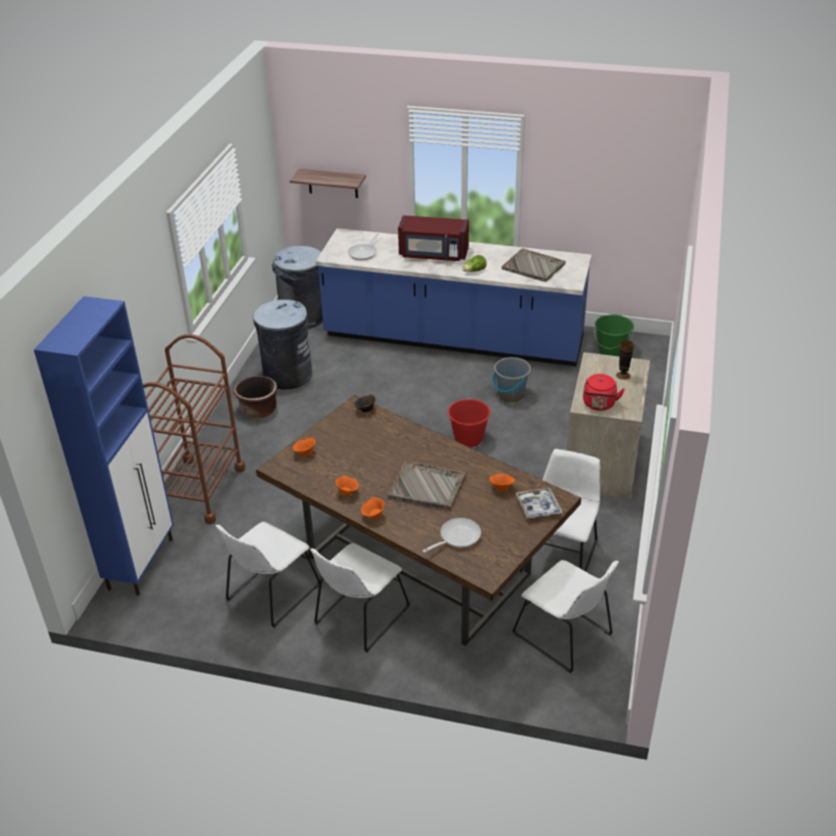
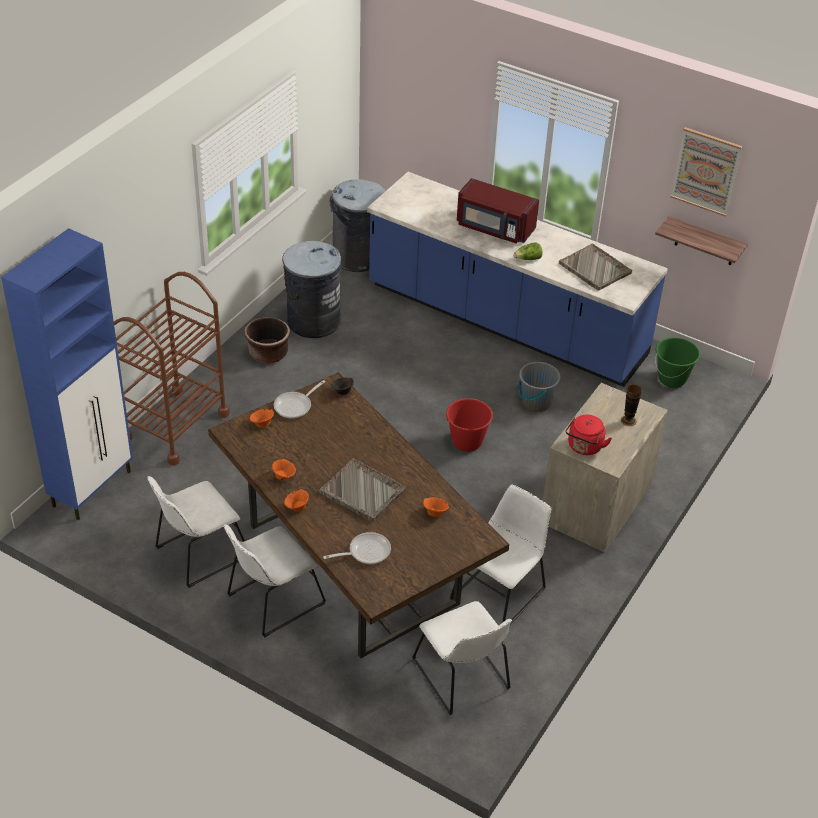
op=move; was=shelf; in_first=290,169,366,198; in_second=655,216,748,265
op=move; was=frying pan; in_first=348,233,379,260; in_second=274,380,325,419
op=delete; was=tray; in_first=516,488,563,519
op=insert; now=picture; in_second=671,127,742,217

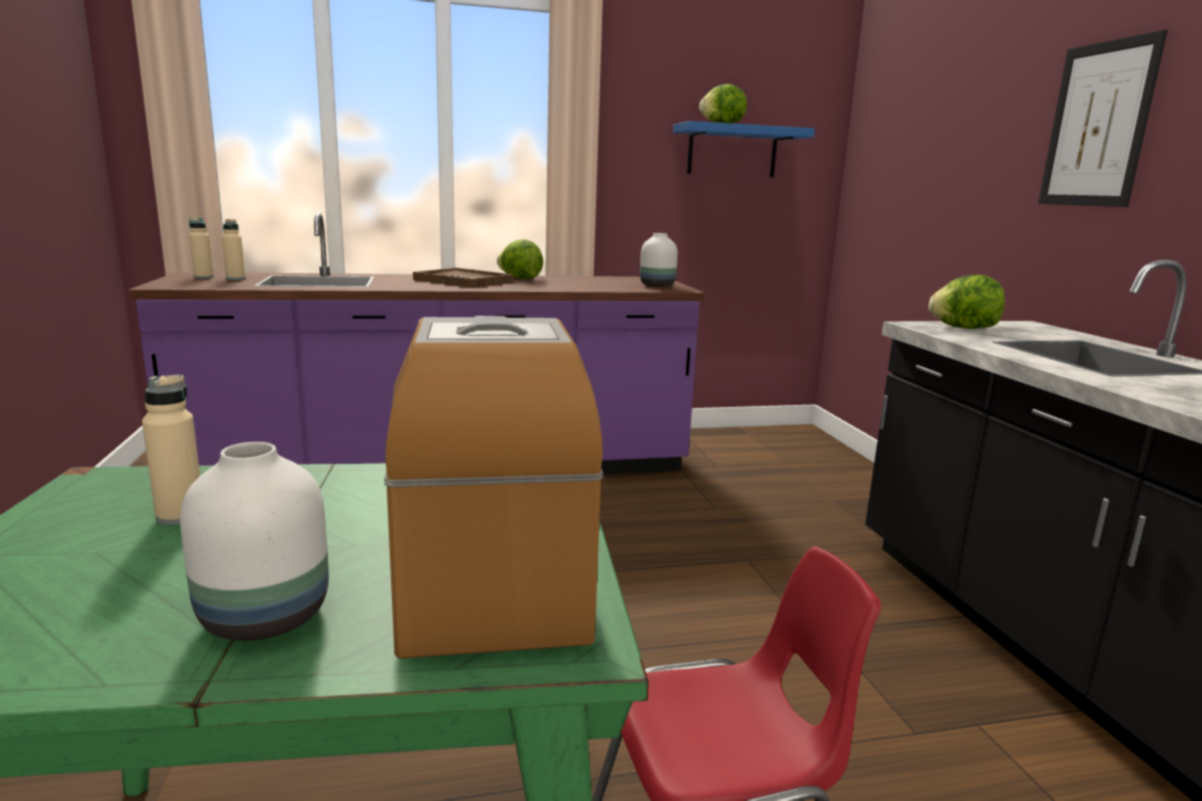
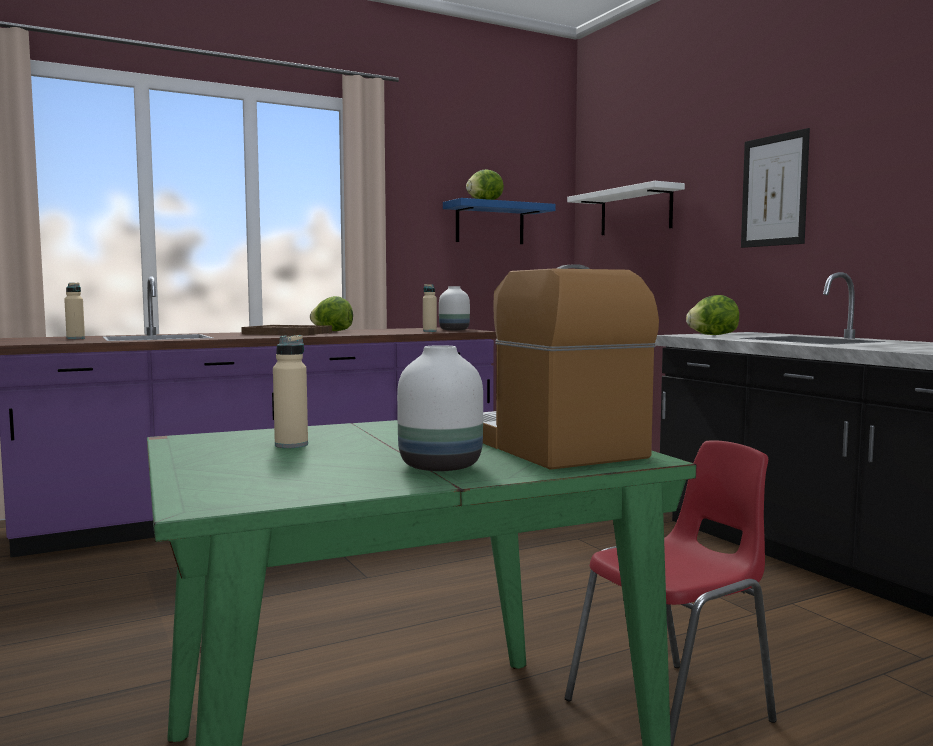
op=move; was=beige bottle; in_first=189,218,213,279; in_second=423,284,437,332
op=insert; now=white shelf; in_second=567,181,685,235

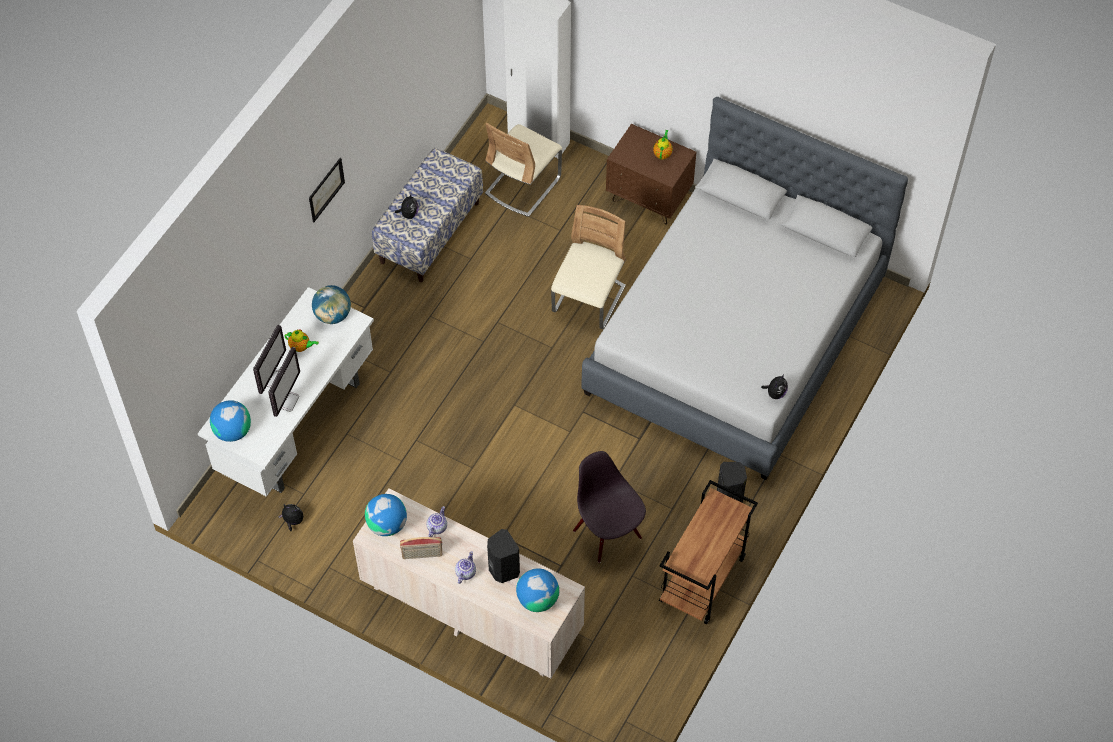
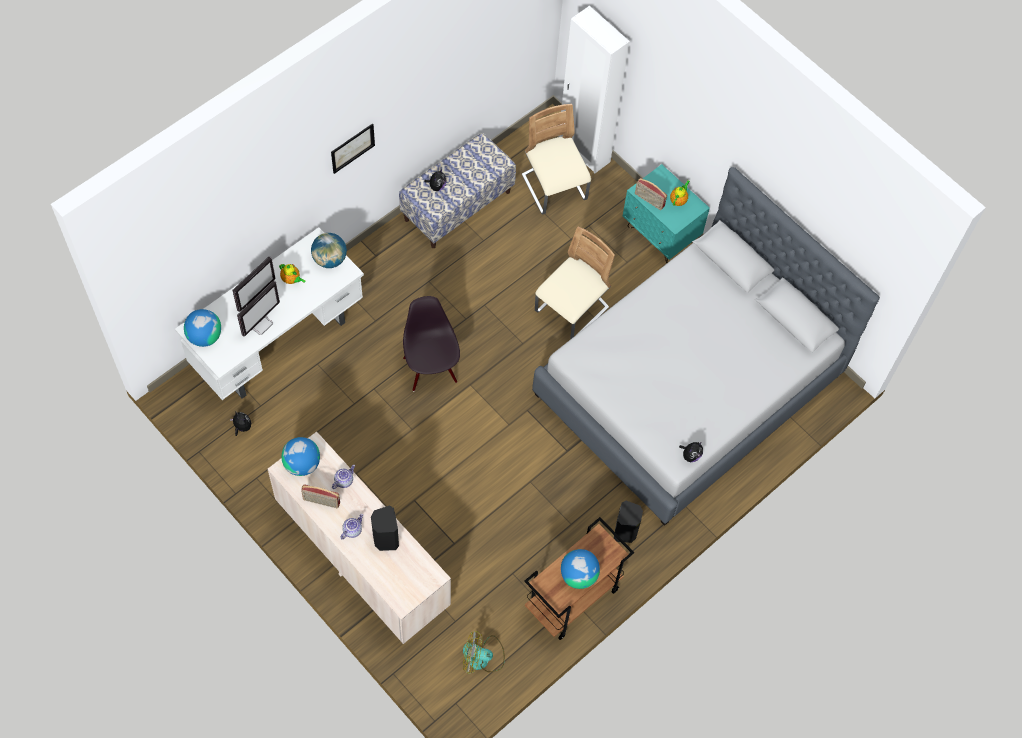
op=rotate; was=beige chair; in_first=485,122,562,217; in_second=522,104,591,214; clockwise=105
op=recolor; was=brown nightstand; now=turquoise nightstand; in_first=606,124,696,225; in_second=623,164,710,263
op=move; was=black chair; in_first=573,451,646,563; in_second=403,296,460,391
op=move; was=globe; in_first=516,568,559,612; in_second=561,549,600,589
op=insert; now=radio; in_second=635,178,667,210
op=insert; now=fan; in_second=463,631,505,674

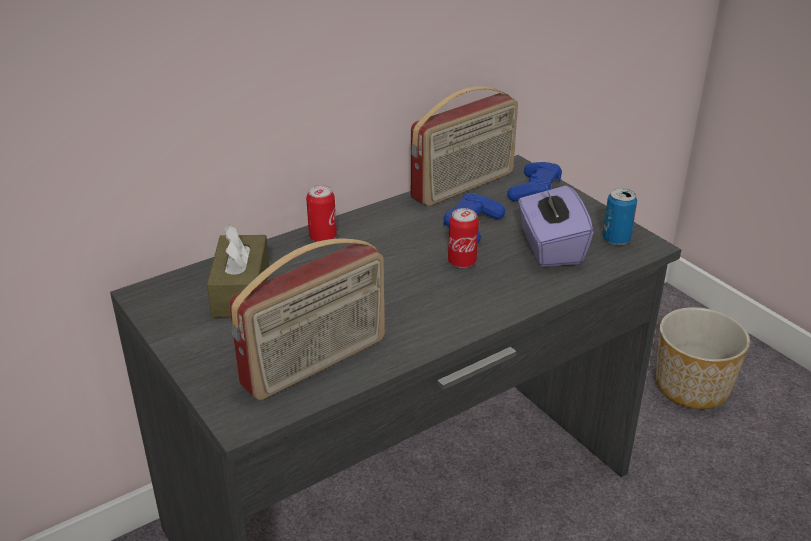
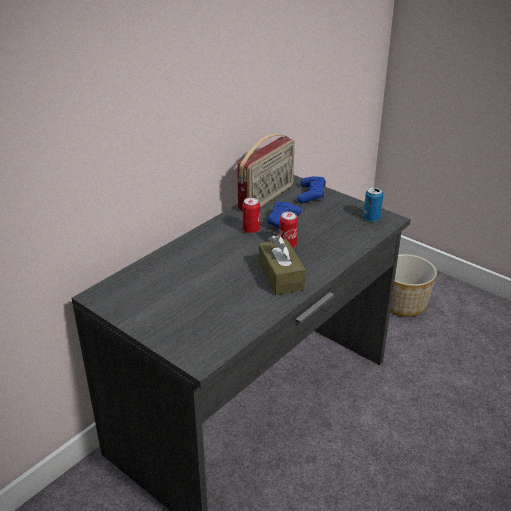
op=delete; was=purple tissue box; in_first=518,180,594,267
op=move; was=can; in_first=306,185,337,242; in_second=242,197,260,234
op=move; was=brown tissue box; in_first=207,224,269,317; in_second=259,235,306,295
op=delete; was=radio; in_first=229,239,385,400

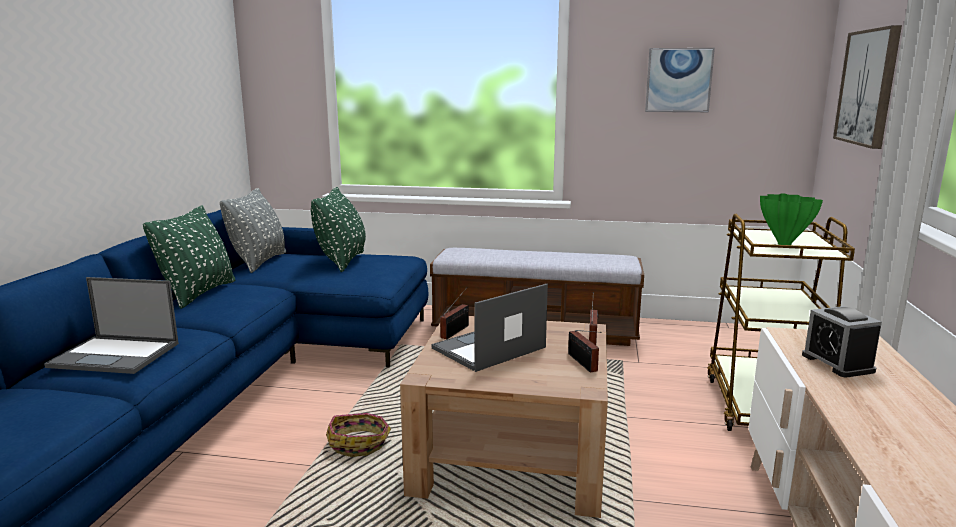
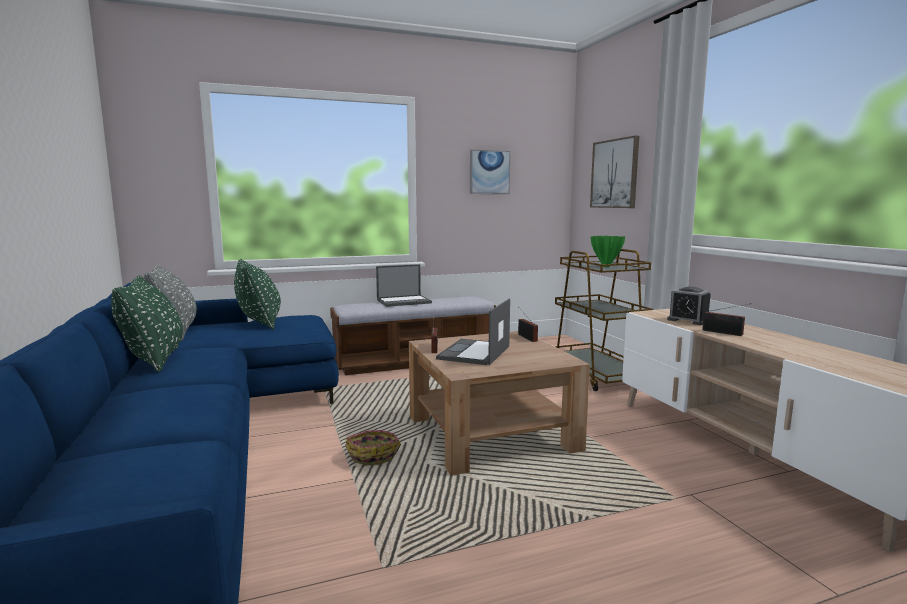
op=move; was=laptop; in_first=44,277,179,374; in_second=376,264,432,307
op=move; was=radio; in_first=568,330,601,372; in_second=702,303,751,336

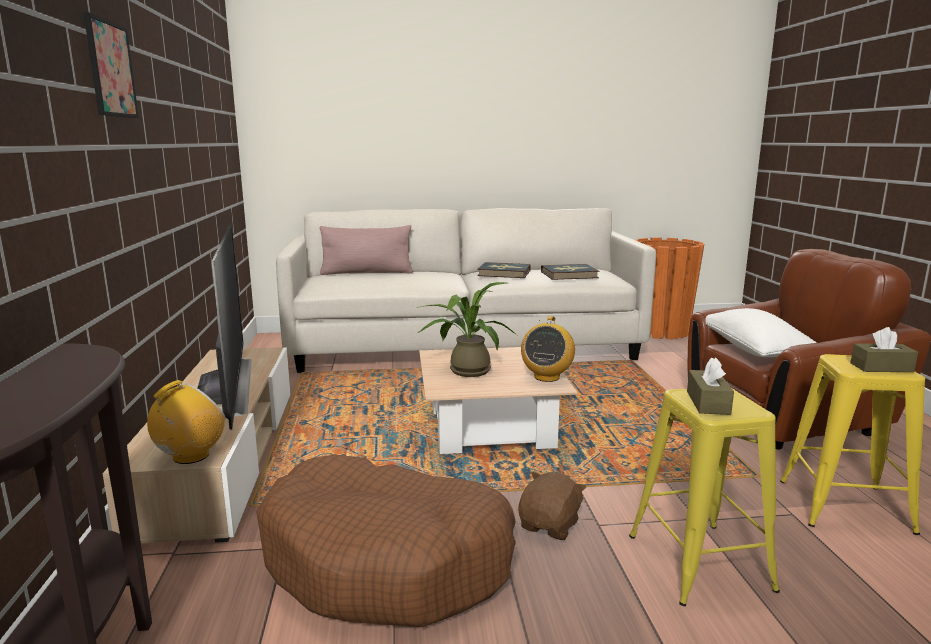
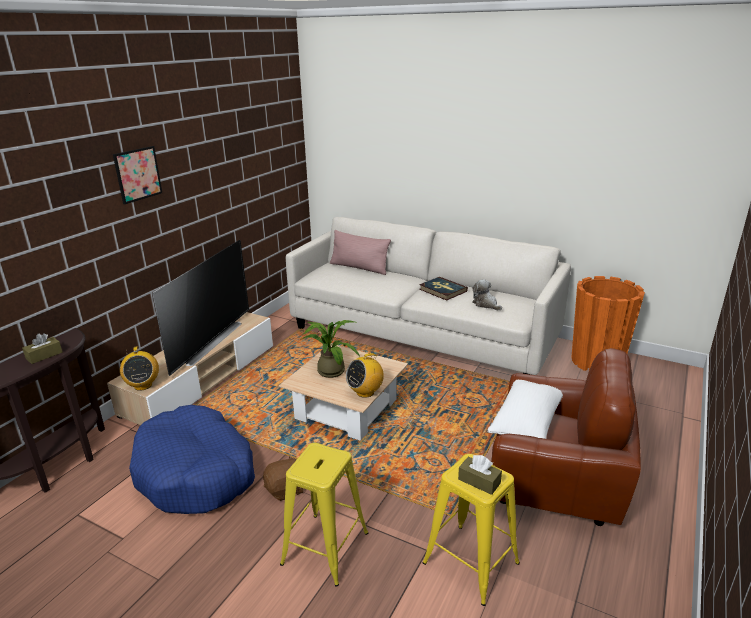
op=replace; was=book; now=plush toy; in_first=541,264,599,280; in_second=472,279,502,310
op=move; was=brown tissue box; in_first=687,357,734,415; in_second=22,333,63,364
op=rotate; was=radio; in_first=147,380,226,464; in_second=120,346,159,391; clockwise=90
op=recolor; was=brown dog bed; now=blue dog bed; in_first=256,455,516,627; in_second=129,405,255,514

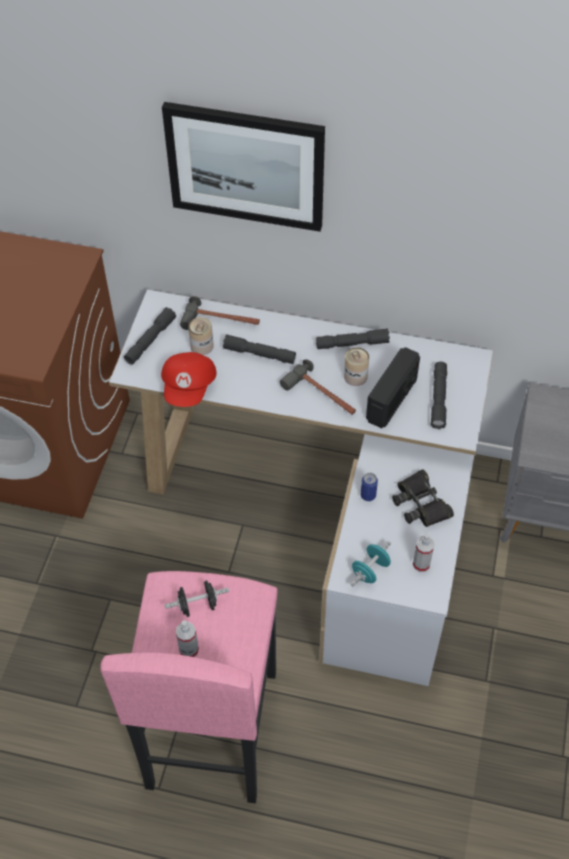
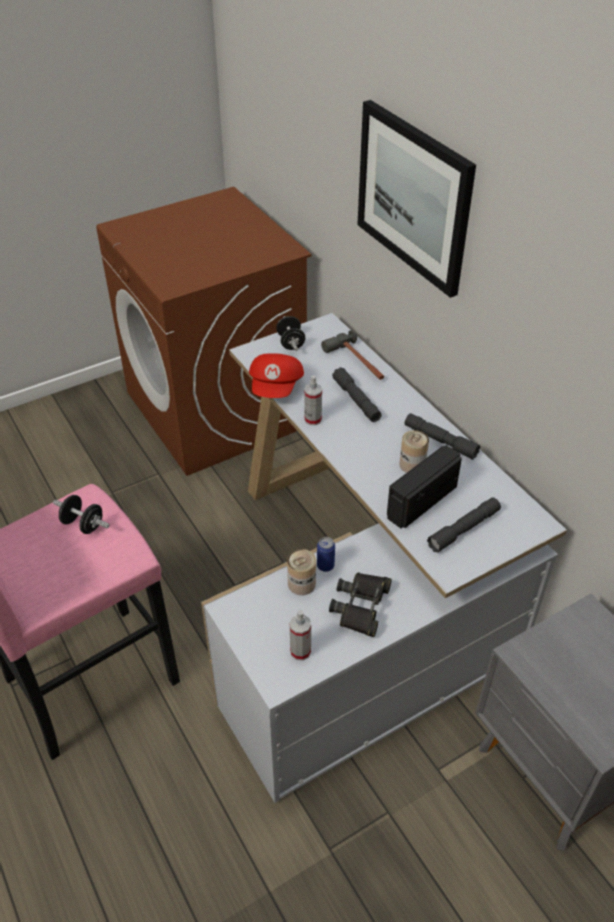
op=replace; was=grey flashlight; now=black dumbbell; in_first=124,307,176,365; in_second=276,316,305,351
op=move; was=can; in_first=188,317,214,355; in_second=287,549,316,595
op=rotate; was=radio; in_first=366,347,420,428; in_second=387,445,462,528; clockwise=150
op=rotate; was=red cap; in_first=161,352,217,407; in_second=249,354,304,398; clockwise=-45
op=delete; was=hammer; in_first=280,359,356,415
op=delete; was=turquoise dumbbell; in_first=351,541,391,586
op=move; was=spray bottle; in_first=176,620,199,657; in_second=304,376,322,425

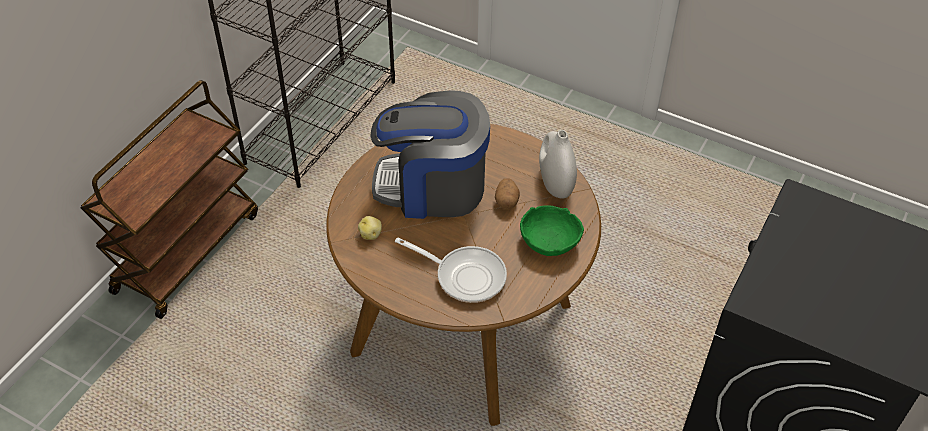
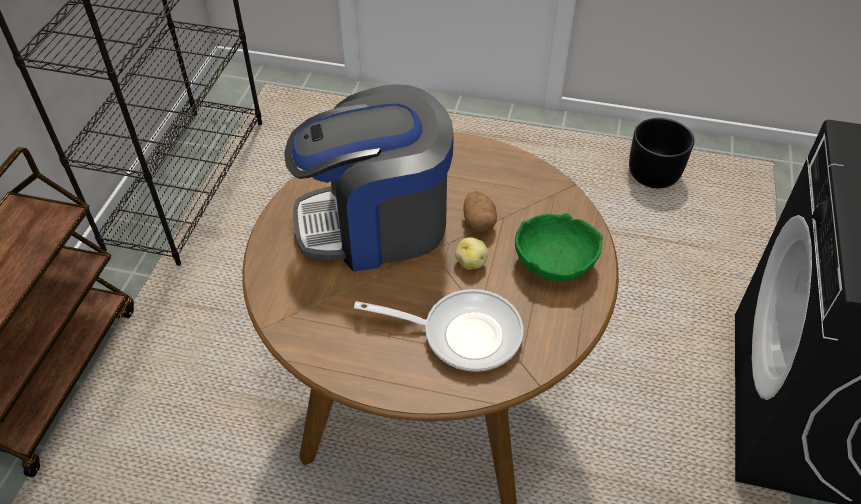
op=delete; was=white vase; in_first=539,130,577,198
op=move; was=potato; in_first=358,216,382,240; in_second=455,237,488,270
op=insert; now=black planter; in_second=629,118,694,188

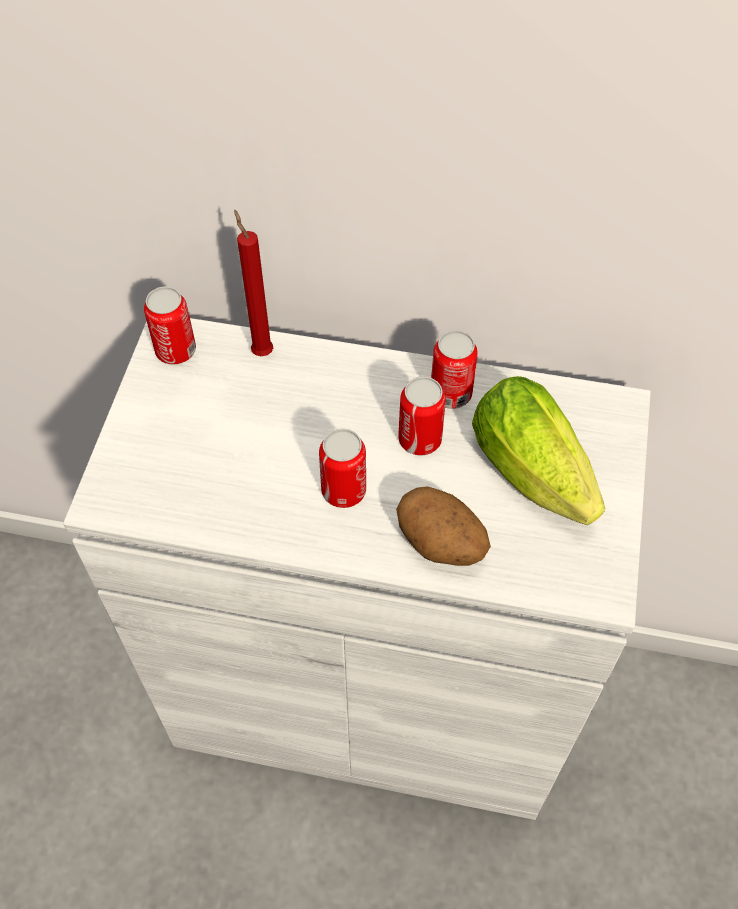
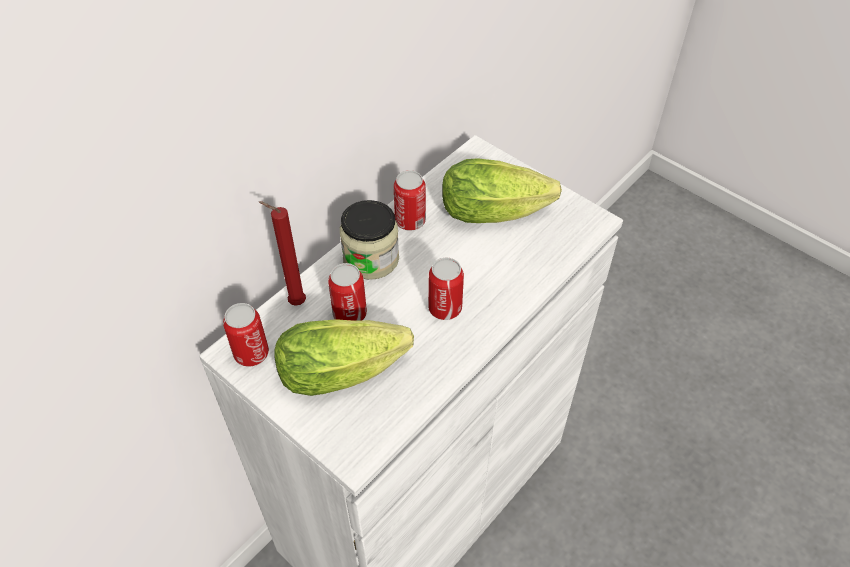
op=move; was=can; in_first=398,376,446,455; in_second=328,263,367,321
op=delete; was=potato; in_first=396,486,491,566
op=insert; now=jar; in_second=340,200,399,280
op=insert; now=lettuce; in_second=274,319,414,396

